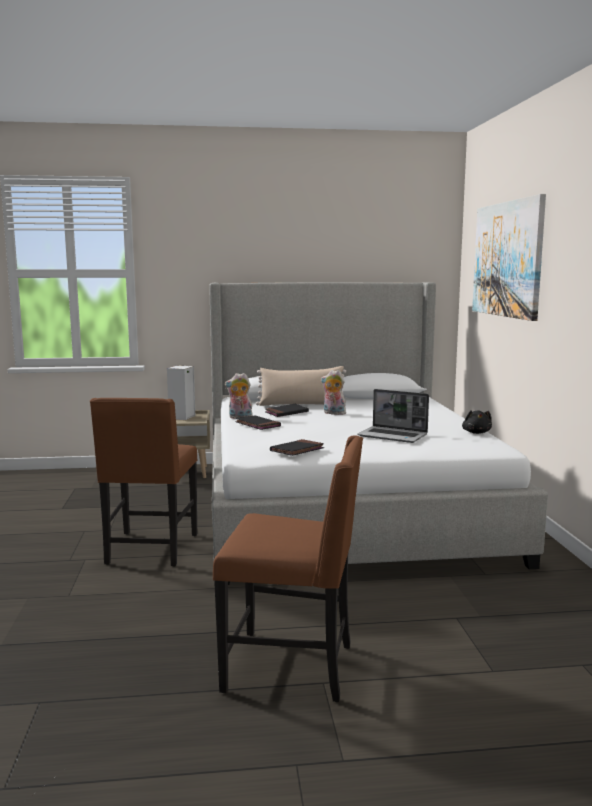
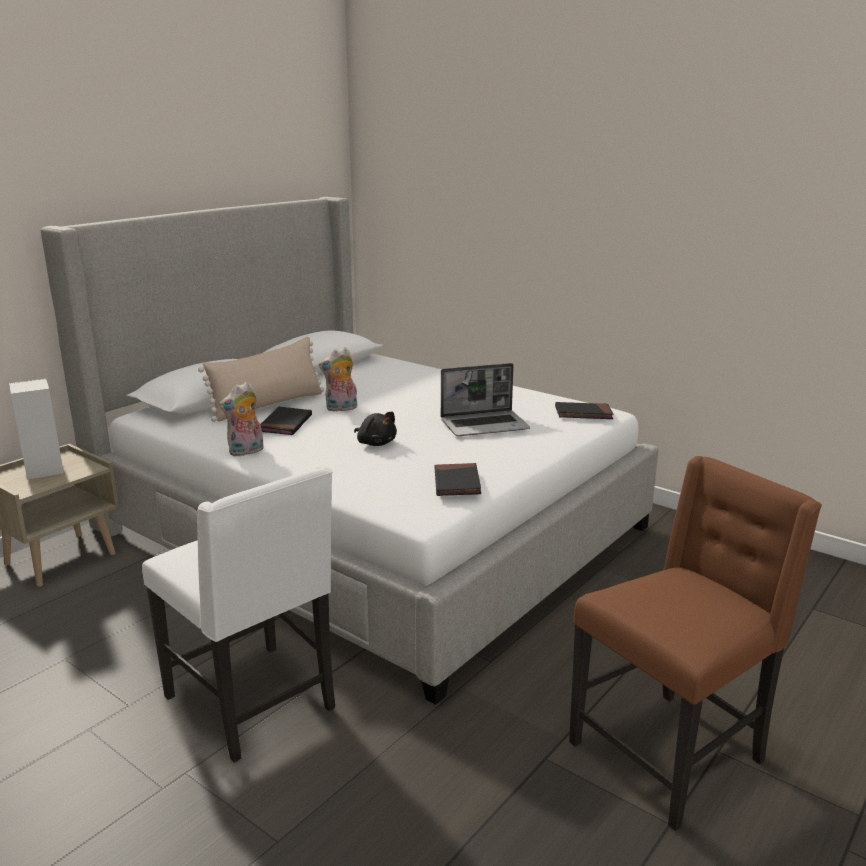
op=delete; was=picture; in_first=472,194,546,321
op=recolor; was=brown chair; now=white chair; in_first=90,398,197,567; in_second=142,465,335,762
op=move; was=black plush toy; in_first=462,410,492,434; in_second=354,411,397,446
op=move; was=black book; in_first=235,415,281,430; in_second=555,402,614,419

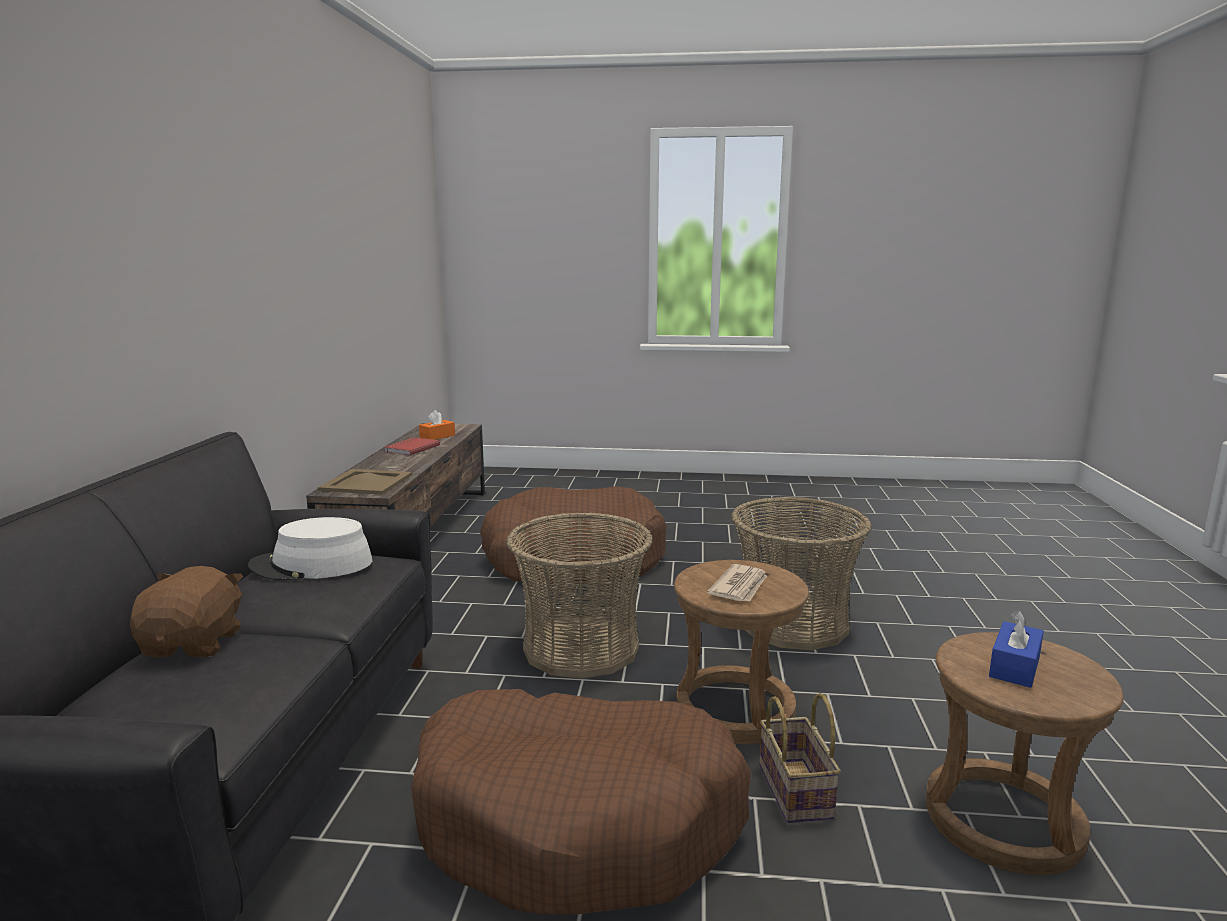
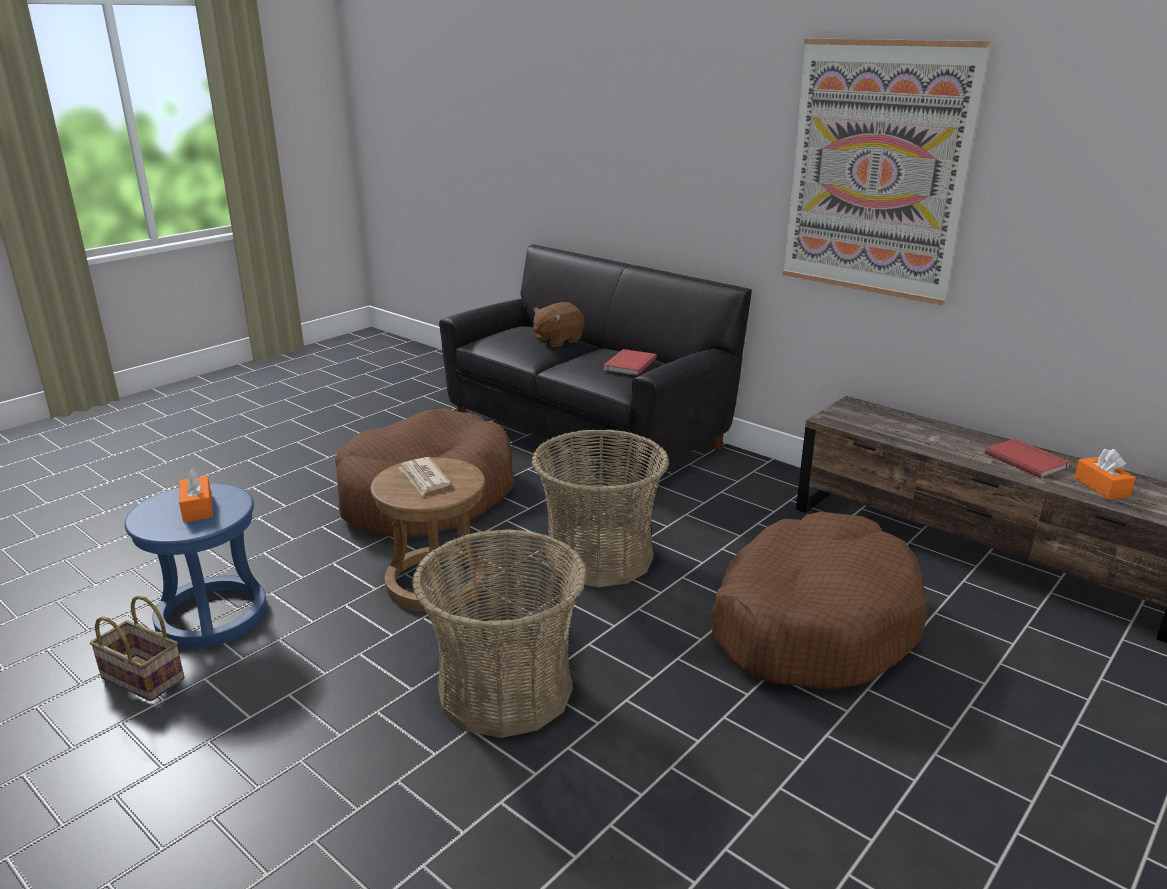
op=delete; was=beige tray; in_first=317,469,412,495
op=replace; was=white hat; now=red book; in_first=248,517,372,581; in_second=603,349,657,376
op=rotate; was=brown plush toy; in_first=130,566,243,658; in_second=533,302,585,347; clockwise=105
op=recolor; was=blue tissue box; now=orange tissue box; in_first=989,610,1044,688; in_second=179,468,213,522
op=recolor; was=brown stool; now=blue stool; in_first=926,632,1124,875; in_second=125,483,267,649
op=move; was=basket; in_first=759,693,841,823; in_second=90,595,184,701
op=insert; now=picture; in_second=783,38,990,305

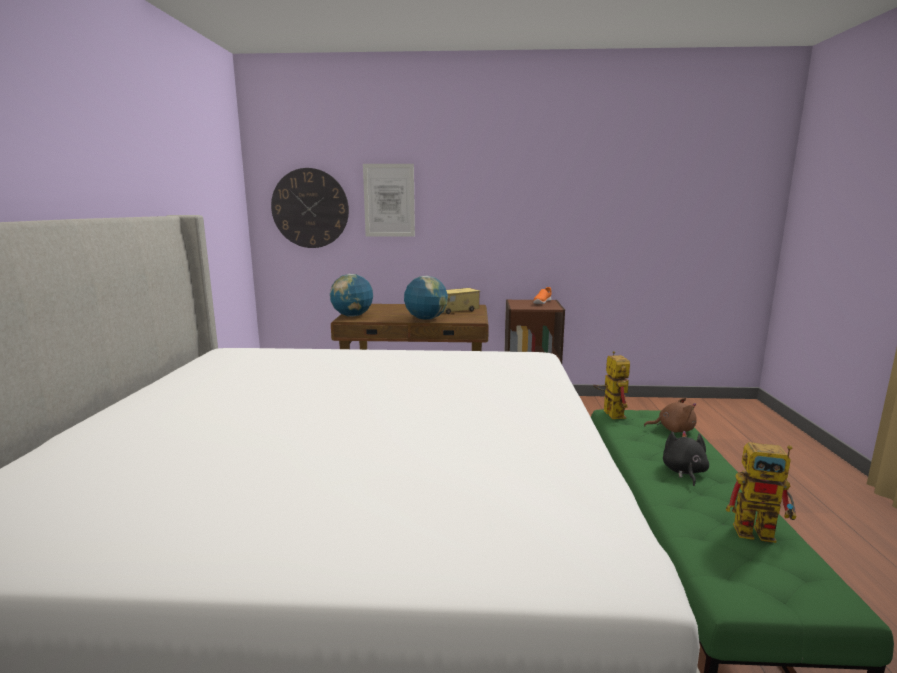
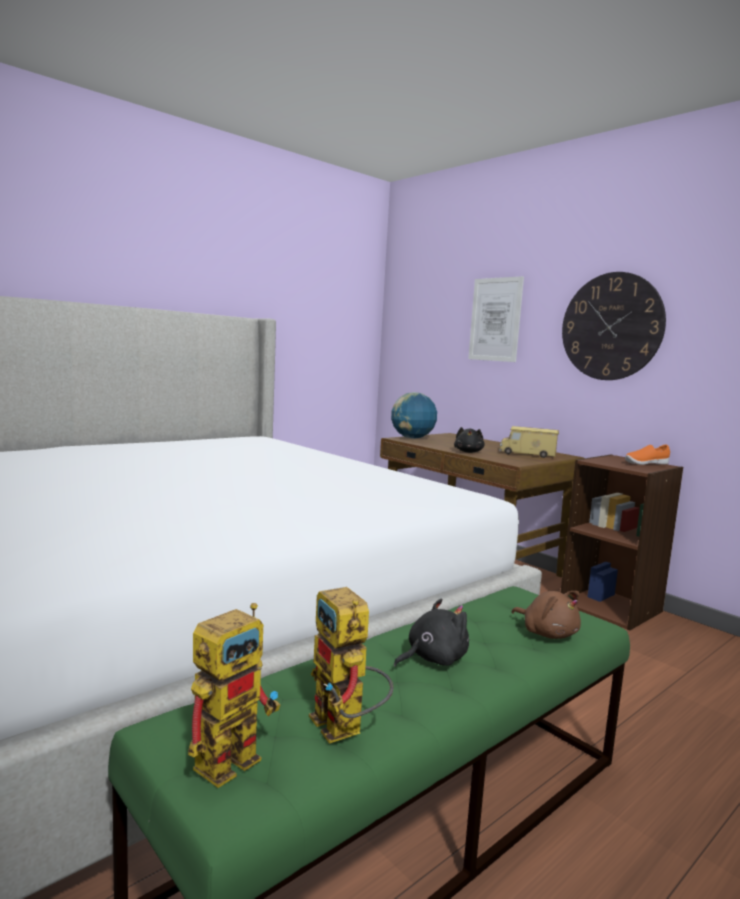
op=move; was=wall clock; in_first=271,168,349,248; in_second=562,272,666,380
op=replace; was=globe; now=black plush toy; in_first=404,276,448,320; in_second=454,427,485,453
op=move; was=toy robot; in_first=593,351,630,419; in_second=188,603,281,788

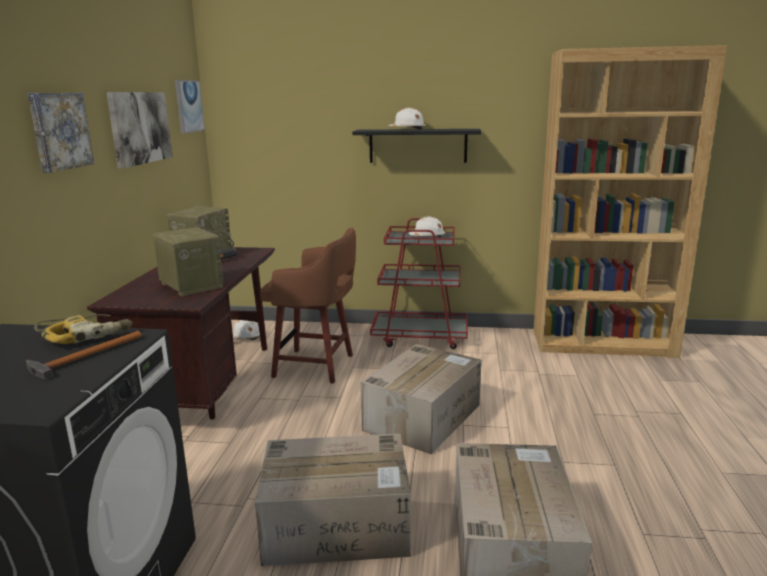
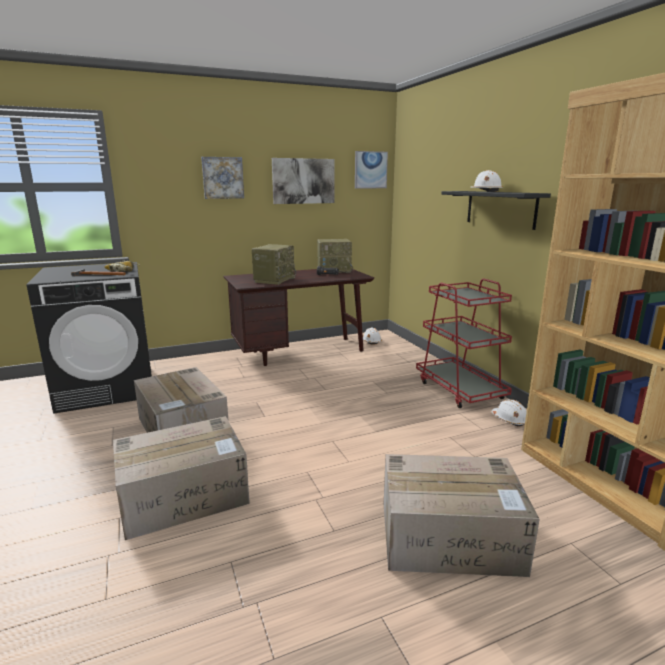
op=move; was=white hard hat; in_first=409,216,445,238; in_second=492,400,527,426
op=delete; was=brown stool; in_first=260,228,356,384
op=move; was=cardboard box; in_first=361,344,481,454; in_second=384,454,540,577

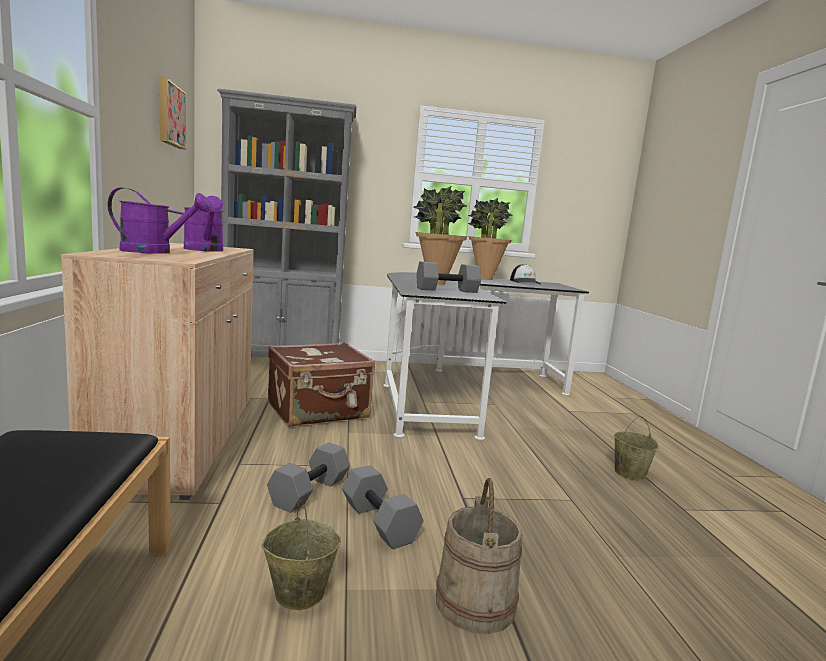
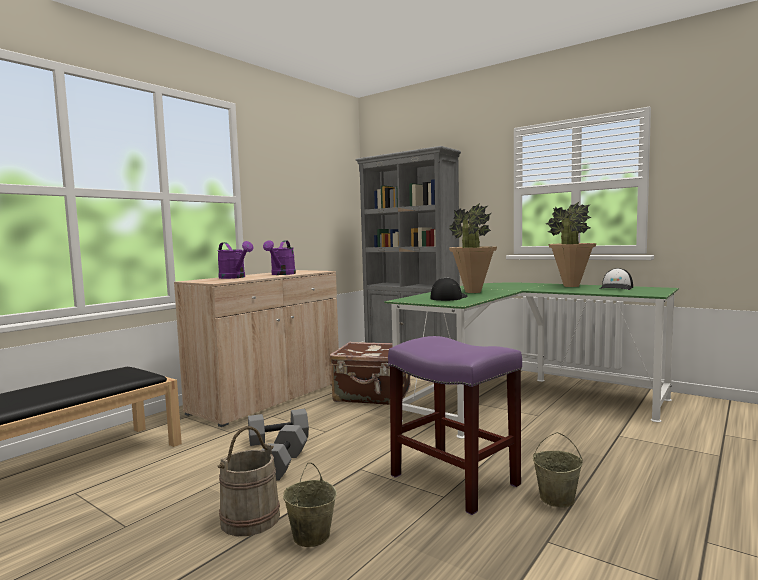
op=delete; was=picture; in_first=159,77,186,150
op=replace; was=grey dumbbell; now=cap; in_first=416,261,481,293; in_second=431,277,468,301
op=recolor; was=black desk; now=green desk; in_first=383,272,589,440; in_second=384,283,679,439
op=move; was=beige bucket; in_first=262,500,341,610; in_second=283,463,337,547
op=insert; now=purple stool; in_second=388,336,522,515

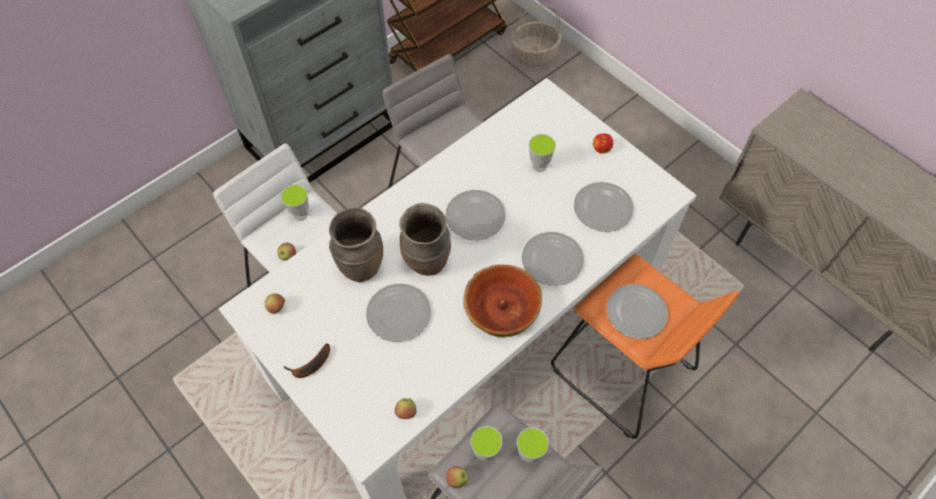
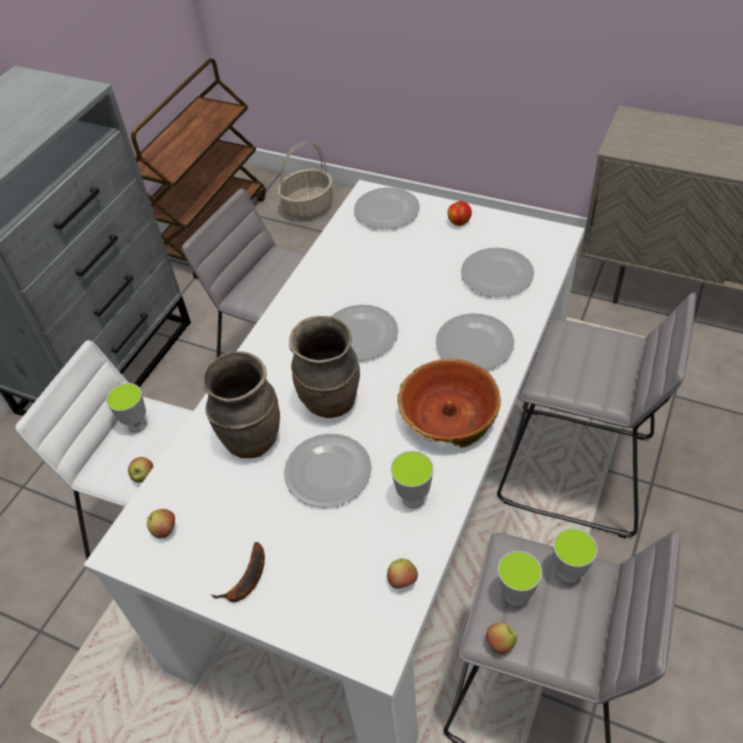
op=move; was=cup; in_first=529,134,556,172; in_second=391,451,434,508
op=recolor; was=orange stool; now=grey stool; in_first=551,254,739,439; in_second=497,292,696,539
op=move; was=plate; in_first=606,284,668,339; in_second=354,187,420,229

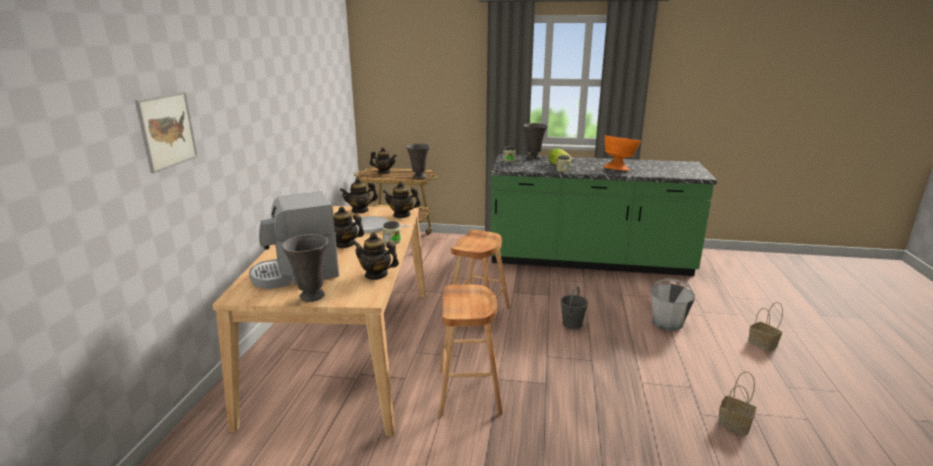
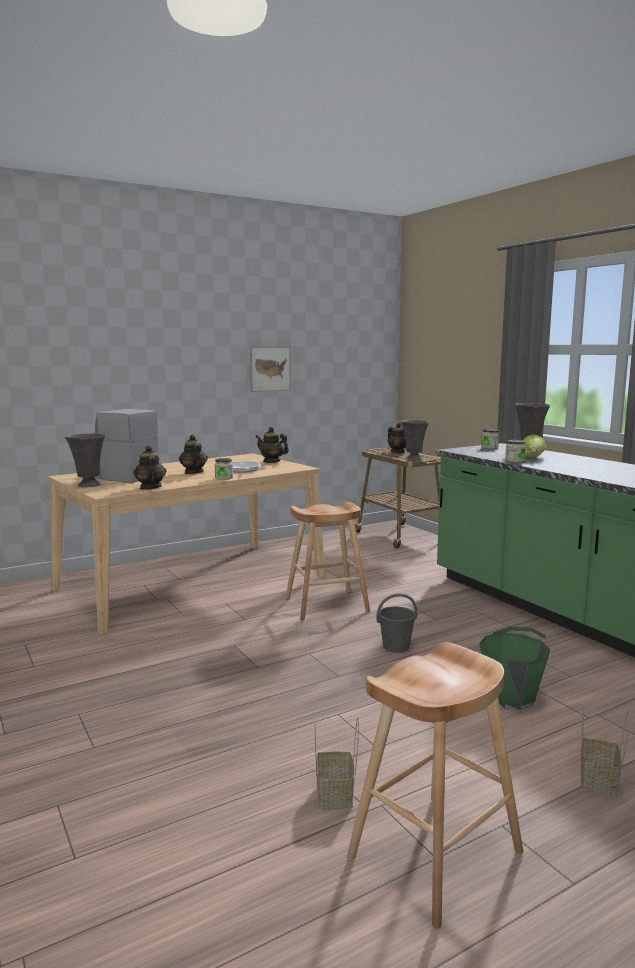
op=move; was=picture; in_first=135,92,198,173; in_second=250,346,291,392
op=delete; was=orange bowl; in_first=603,135,641,171
op=delete; was=teapot; in_first=383,182,421,218
op=recolor; was=grey bucket; now=green bucket; in_first=651,278,695,331; in_second=479,627,550,710
op=move; was=brown stool; in_first=439,284,503,417; in_second=347,642,523,929

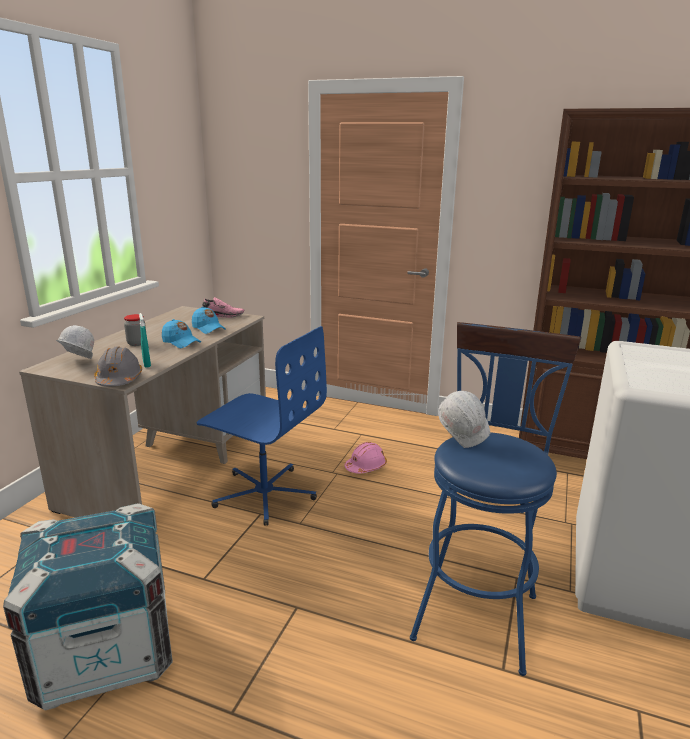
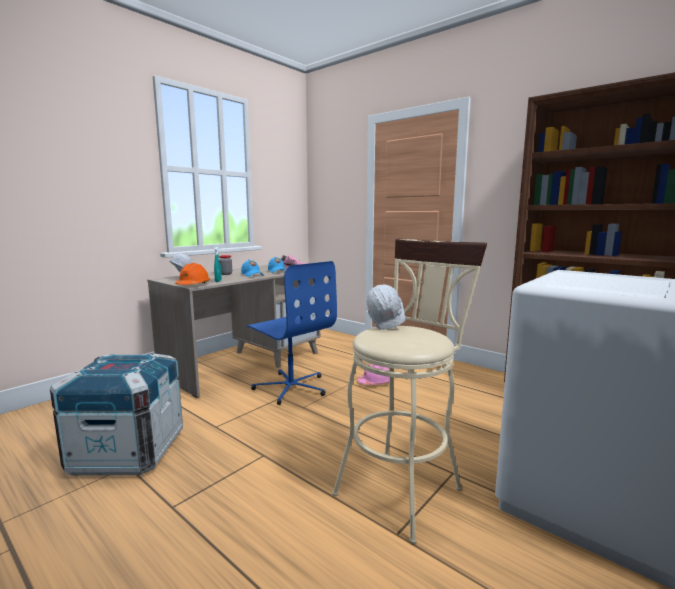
op=recolor; was=blue stool; now=beige stool; in_first=410,322,581,676; in_second=332,238,487,544
op=recolor; was=grey hard hat; now=orange hard hat; in_first=94,346,142,386; in_second=175,263,210,285

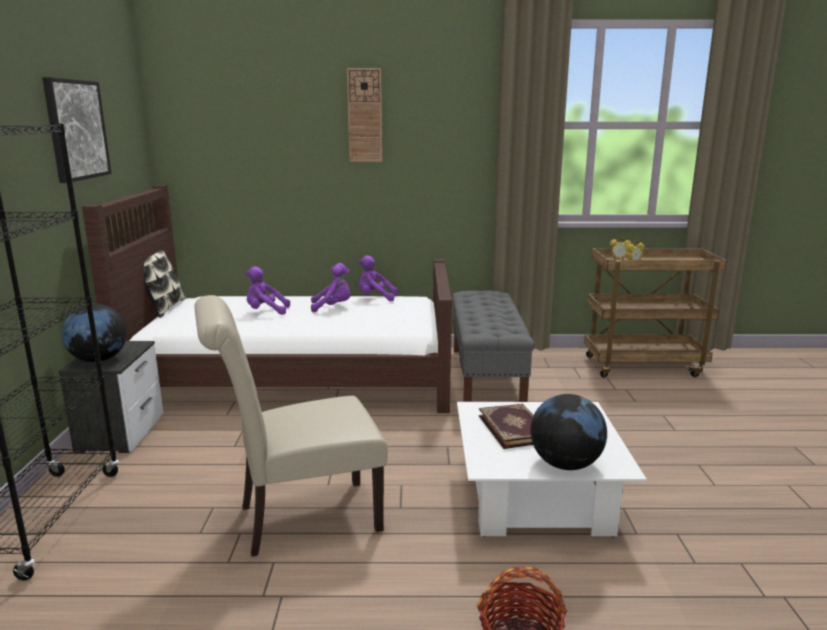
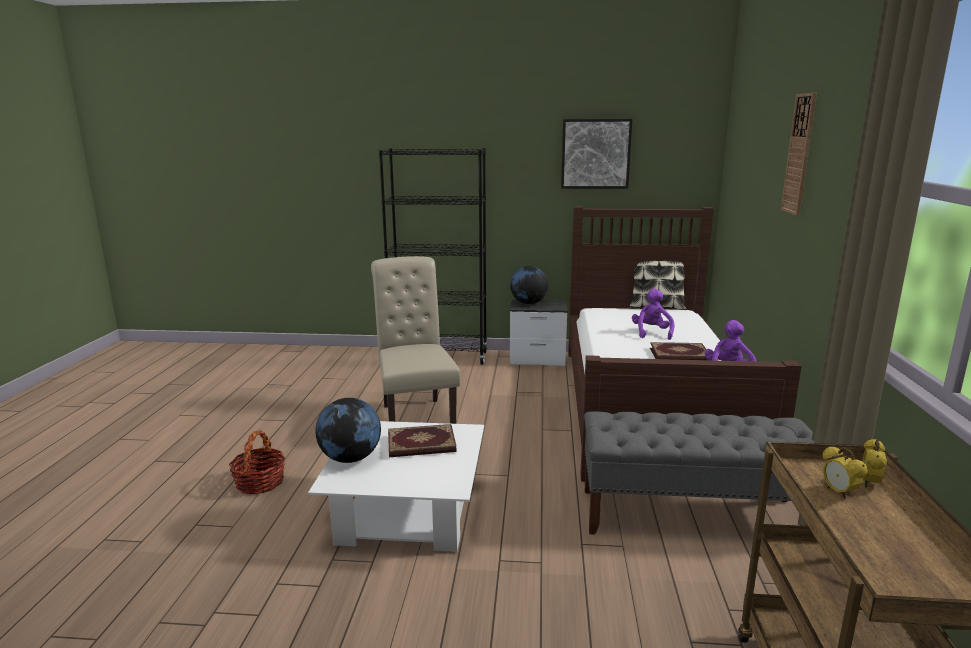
op=replace; was=purple plush toy; now=book; in_first=311,263,351,313; in_second=650,342,707,360

